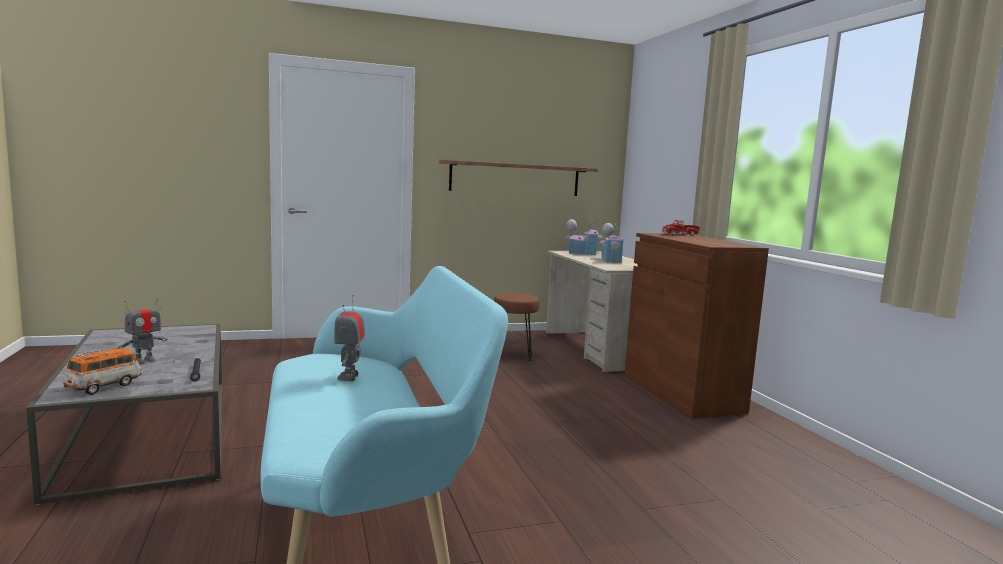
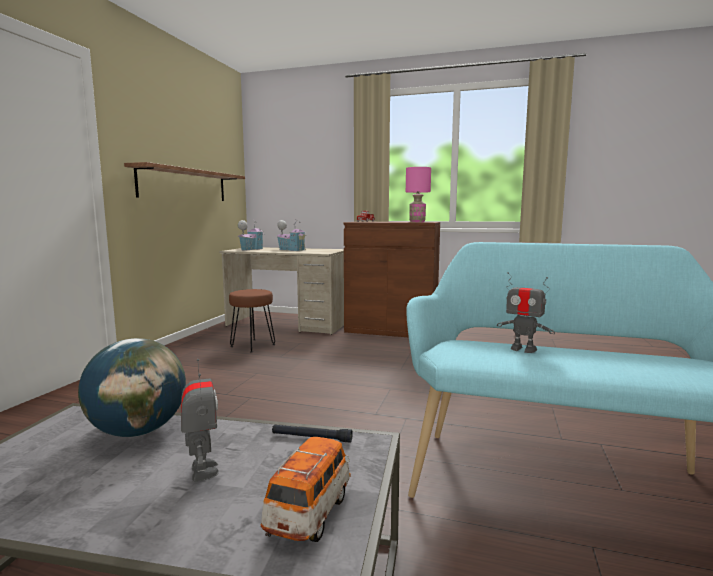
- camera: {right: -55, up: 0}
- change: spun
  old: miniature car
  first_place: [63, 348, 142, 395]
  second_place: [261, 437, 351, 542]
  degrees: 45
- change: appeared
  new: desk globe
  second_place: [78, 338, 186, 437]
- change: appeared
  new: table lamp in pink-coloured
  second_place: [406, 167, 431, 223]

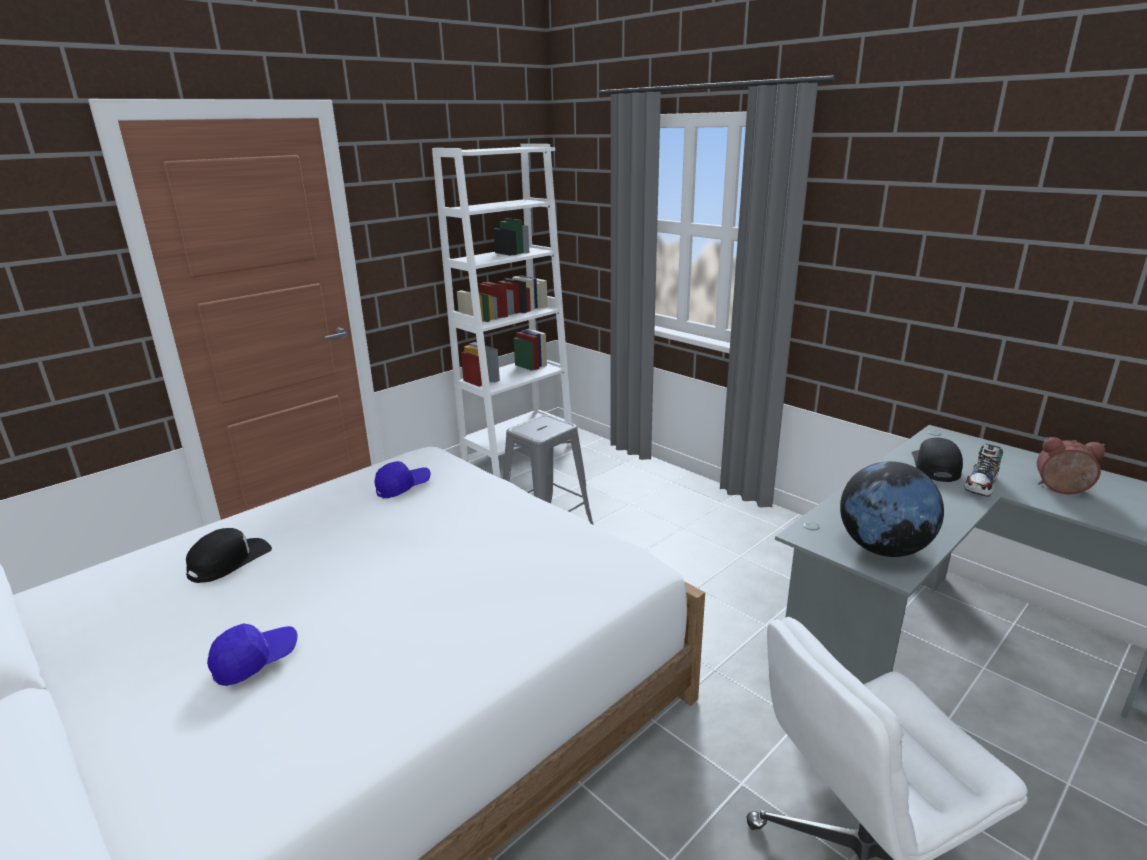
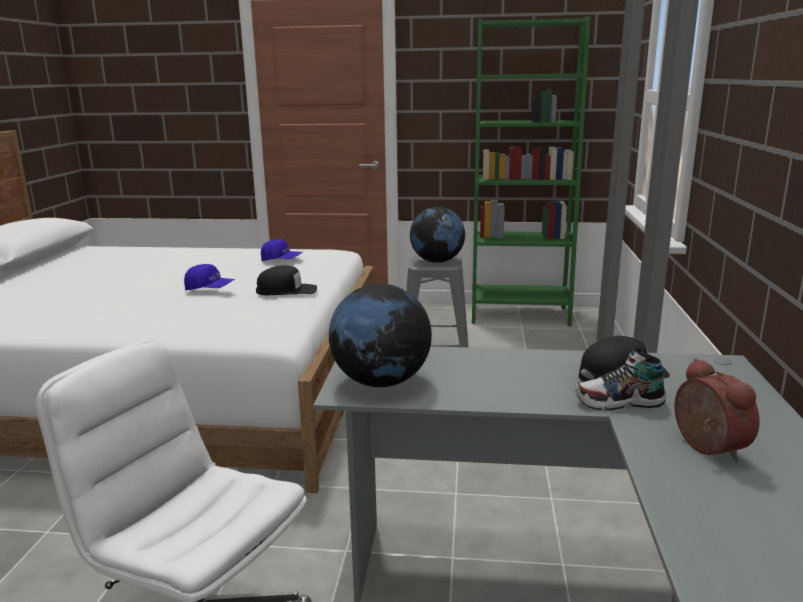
- camera: {right: 50, up: -5}
- change: relocated
  old: baseball cap in black-coloured
  first_place: [186, 528, 272, 583]
  second_place: [256, 265, 317, 295]
- change: relocated
  old: baseball cap in bluish
  first_place: [207, 623, 297, 686]
  second_place: [184, 264, 235, 290]
- change: colour
  old: bookshelf in white
  new: bookshelf in green-coloured
  first_place: [432, 144, 572, 478]
  second_place: [472, 16, 591, 326]
- change: appeared
  new: desk globe
  second_place: [410, 207, 465, 263]

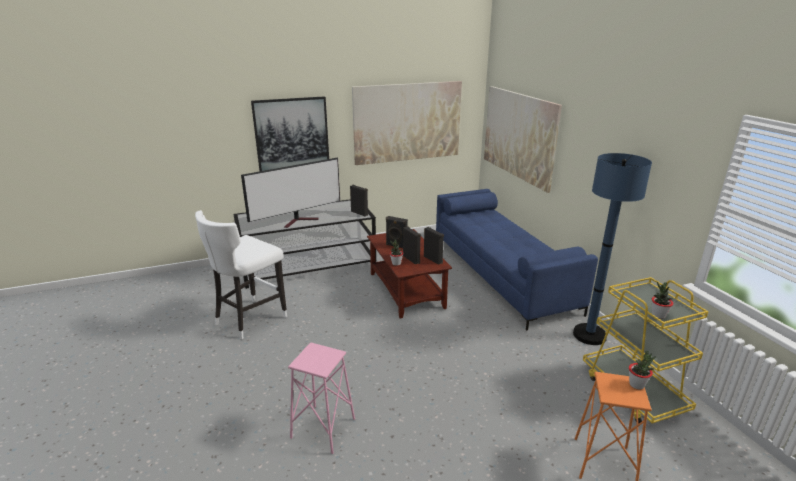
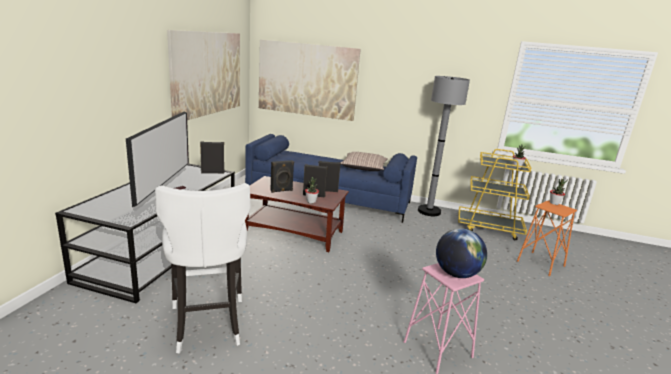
- camera: {right: -55, up: -5}
- change: missing
  old: wall art
  first_place: [251, 96, 329, 171]
- change: colour
  old: standing lamp in bluish
  new: standing lamp in greyish
  first_place: [573, 153, 652, 345]
  second_place: [418, 76, 470, 216]
- change: appeared
  new: throw pillow
  second_place: [341, 152, 388, 171]
- change: appeared
  new: desk globe
  second_place: [436, 228, 487, 278]

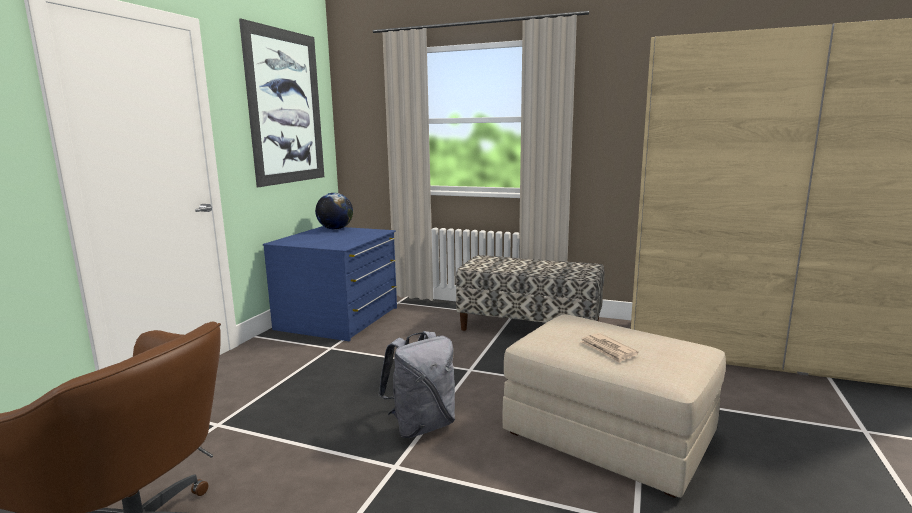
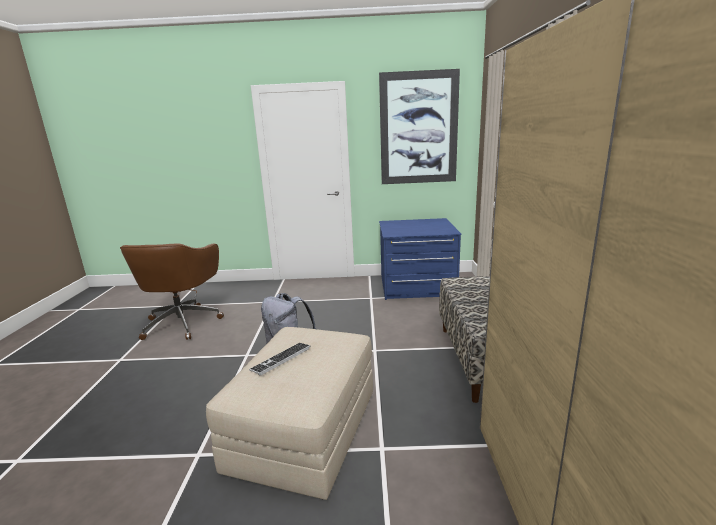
- camera: {right: 70, up: 5}
- change: missing
  old: desk globe
  first_place: [315, 193, 353, 230]
- change: exchanged
  old: printed paper
  new: keyboard
  first_place: [580, 333, 639, 363]
  second_place: [249, 343, 311, 376]

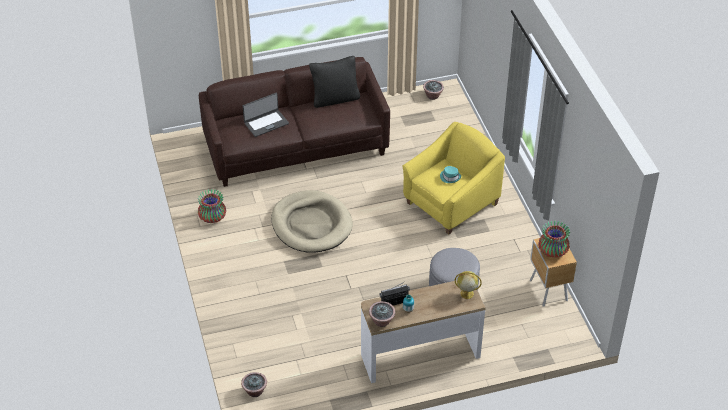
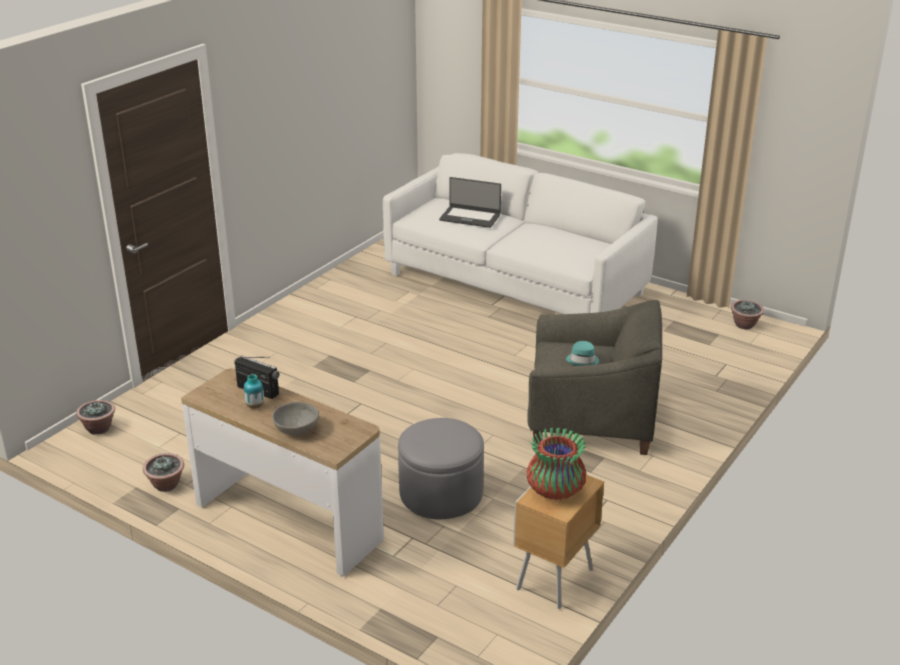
- camera: {right: 50, up: -15}
- change: missing
  old: decorative vase
  first_place: [198, 189, 226, 223]
- change: colour
  old: couch in brown
  new: couch in white
  first_place: [199, 57, 390, 187]
  second_place: [383, 153, 658, 314]
- change: missing
  old: dog cushion in beige
  first_place: [271, 190, 353, 253]
- change: missing
  old: throw pillow in black-coloured
  first_place: [309, 56, 360, 108]
- change: relocated
  old: potted plant
  first_place: [369, 301, 396, 327]
  second_place: [143, 453, 184, 492]
- change: colour
  old: easy chair in yellow
  new: easy chair in greyish
  first_place: [403, 122, 505, 235]
  second_place: [527, 300, 662, 455]
- change: missing
  old: desk globe
  first_place: [455, 271, 482, 299]
- change: appeared
  new: bowl in greyish
  second_place: [272, 402, 319, 435]

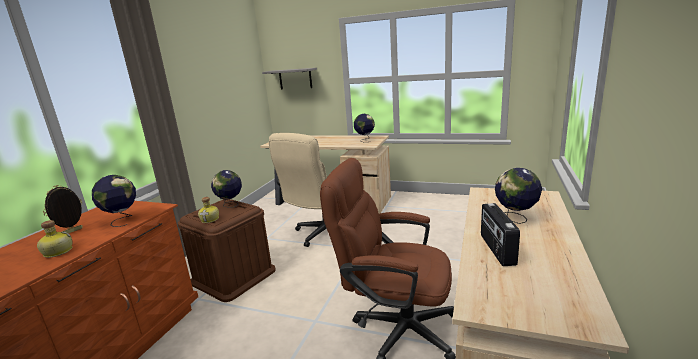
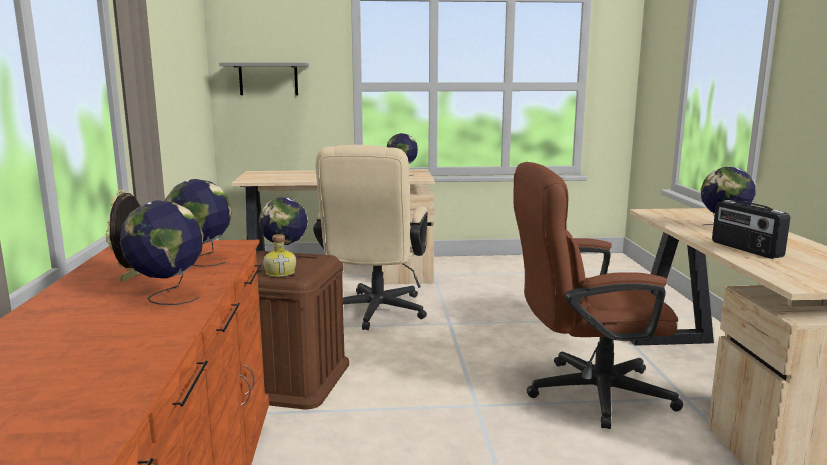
- camera: {right: -25, up: -5}
- change: exchanged
  old: bottle
  new: desk globe
  first_place: [37, 220, 72, 258]
  second_place: [120, 200, 204, 305]

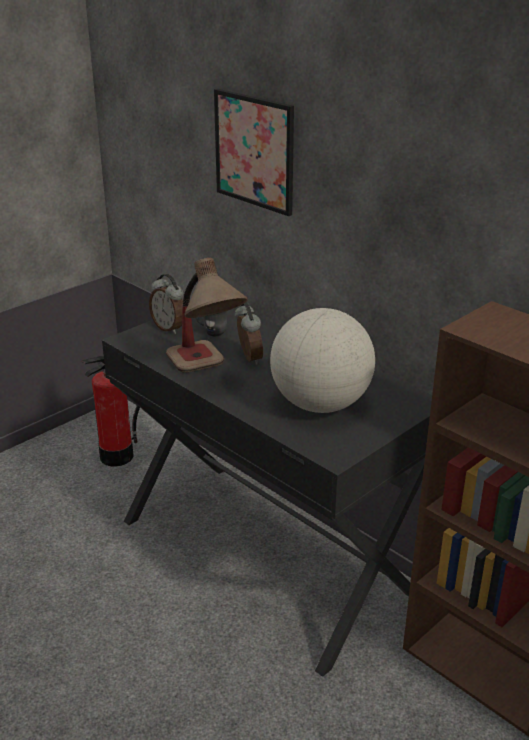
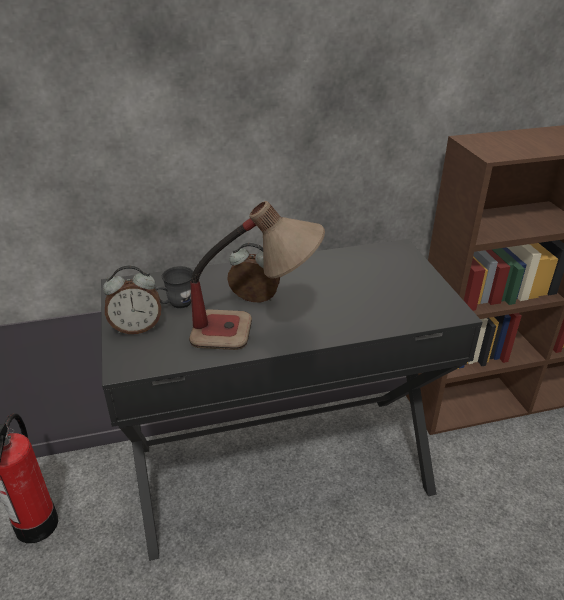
- camera: {right: -60, up: 5}
- change: missing
  old: wall art
  first_place: [214, 89, 294, 216]
- change: missing
  old: desk globe
  first_place: [270, 308, 375, 413]

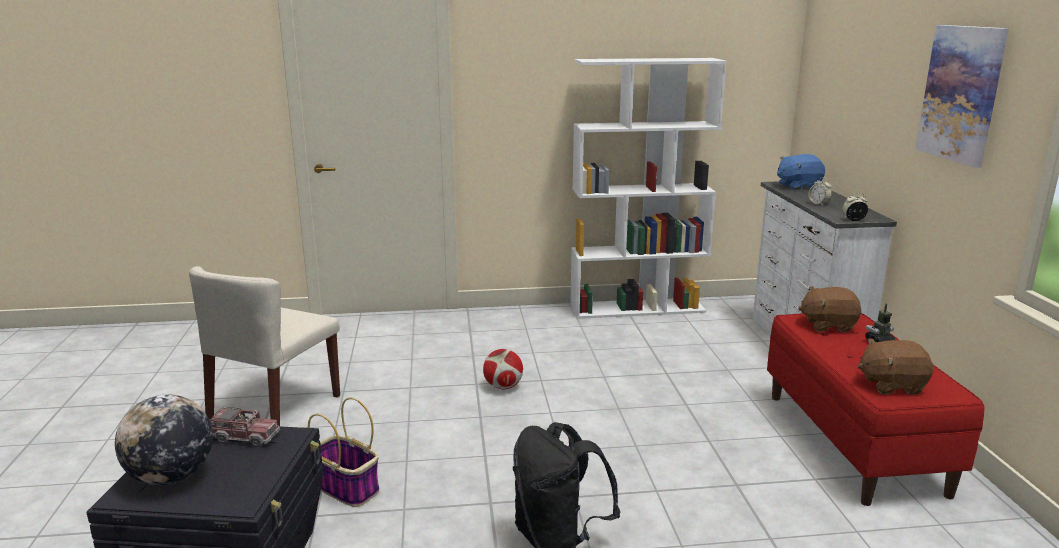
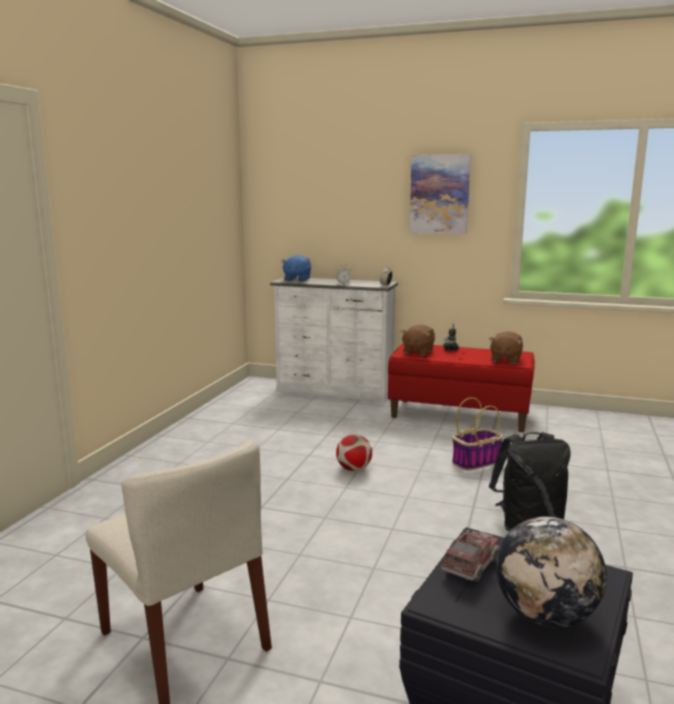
- camera: {right: -65, up: -5}
- change: relocated
  old: household basket
  first_place: [308, 397, 379, 507]
  second_place: [452, 397, 503, 471]
- change: relocated
  old: football ball
  first_place: [483, 349, 523, 390]
  second_place: [336, 435, 372, 471]
- change: missing
  old: bookshelf in white
  first_place: [570, 58, 727, 319]

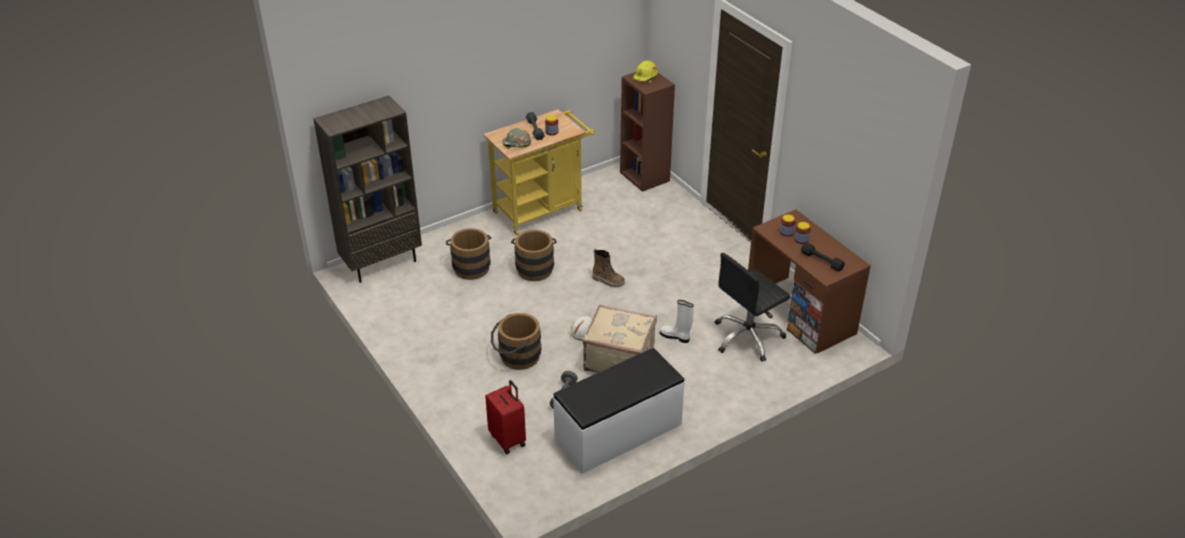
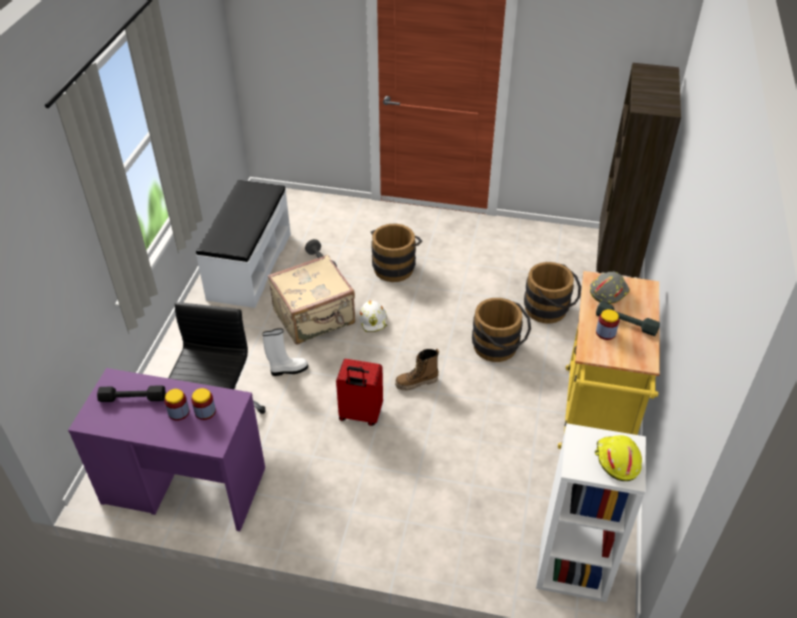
- camera: {right: 135, up: 5}
- change: relocated
  old: piece of luggage in reddish
  first_place: [485, 380, 526, 454]
  second_place: [336, 359, 383, 426]
- change: colour
  old: bookshelf in brown
  new: bookshelf in white
  first_place: [620, 72, 675, 192]
  second_place: [536, 423, 646, 602]
- change: colour
  old: desk in brown
  new: desk in purplish
  first_place: [748, 210, 871, 354]
  second_place: [68, 368, 265, 531]

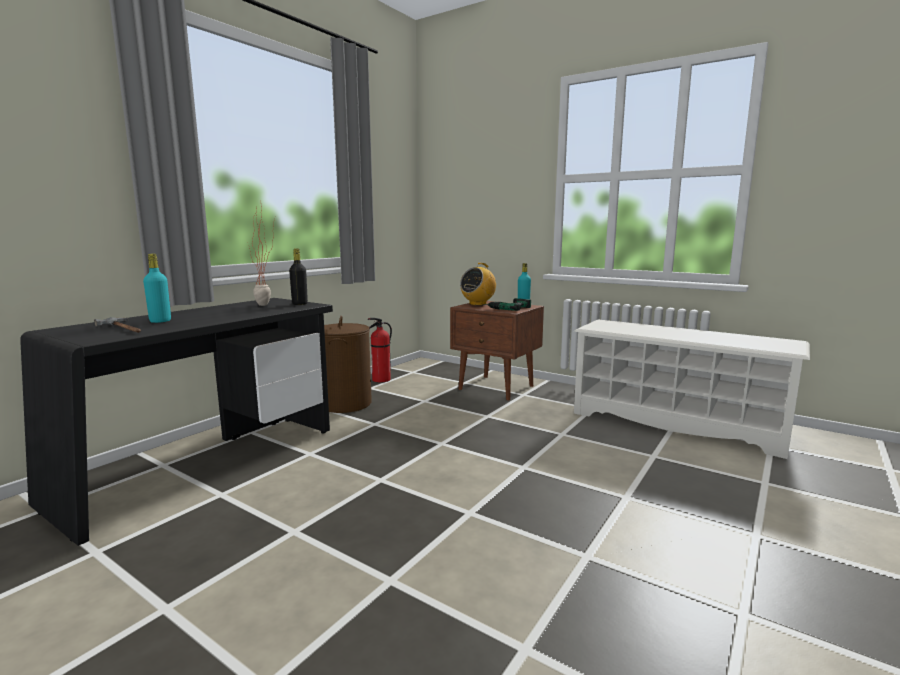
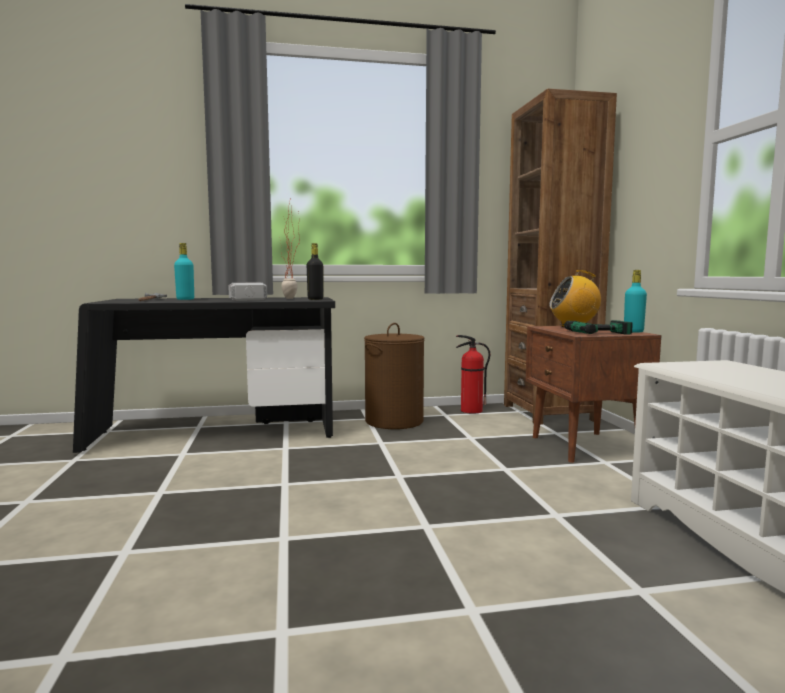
- camera: {right: 45, up: -5}
- change: appeared
  new: hand hammer
  second_place: [229, 283, 267, 301]
- change: appeared
  new: bookshelf in brown
  second_place: [504, 89, 617, 425]

